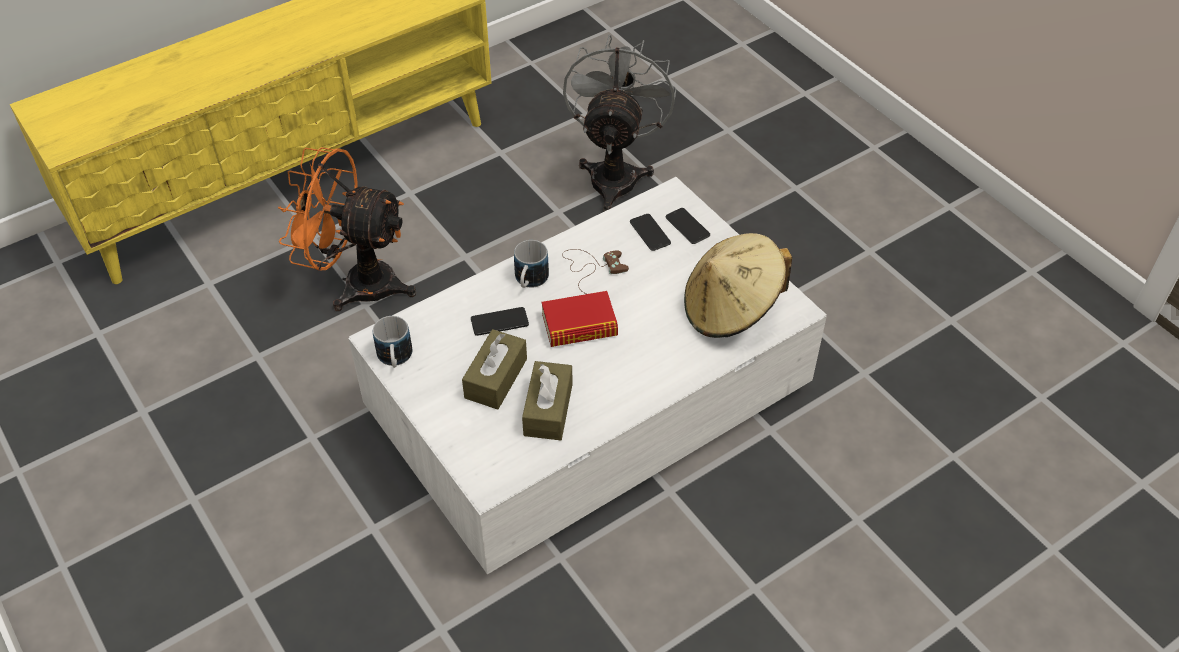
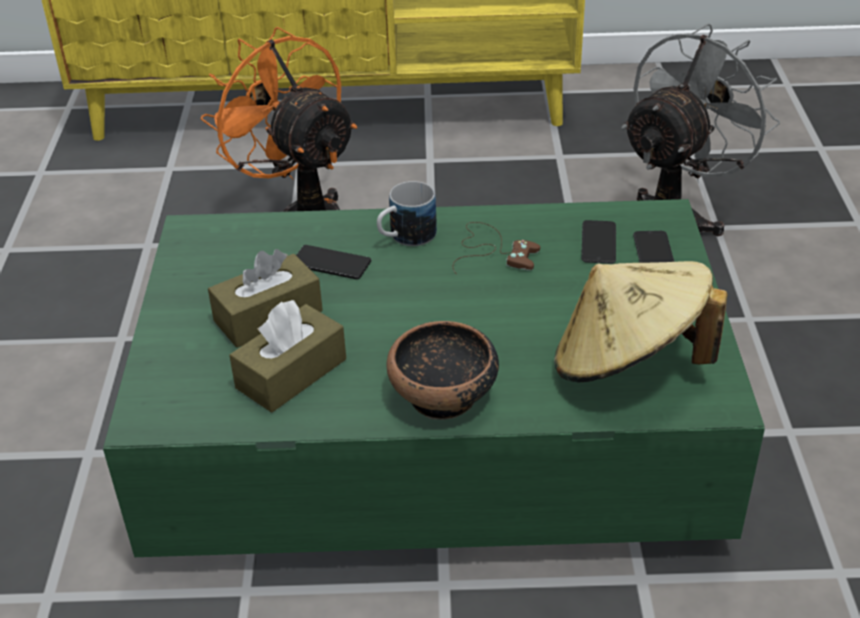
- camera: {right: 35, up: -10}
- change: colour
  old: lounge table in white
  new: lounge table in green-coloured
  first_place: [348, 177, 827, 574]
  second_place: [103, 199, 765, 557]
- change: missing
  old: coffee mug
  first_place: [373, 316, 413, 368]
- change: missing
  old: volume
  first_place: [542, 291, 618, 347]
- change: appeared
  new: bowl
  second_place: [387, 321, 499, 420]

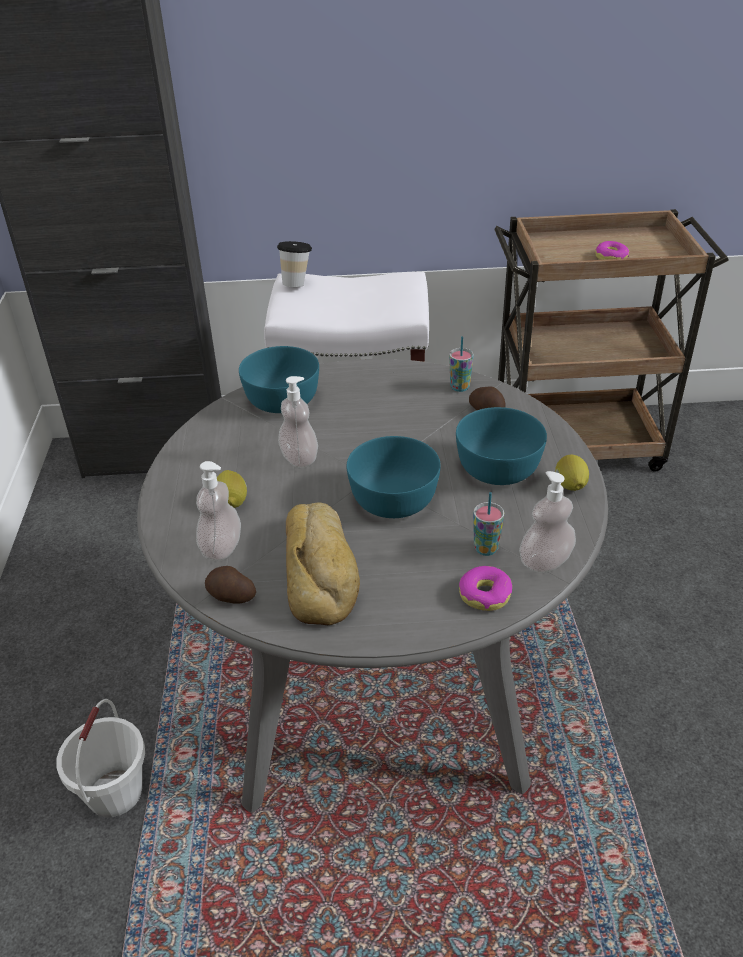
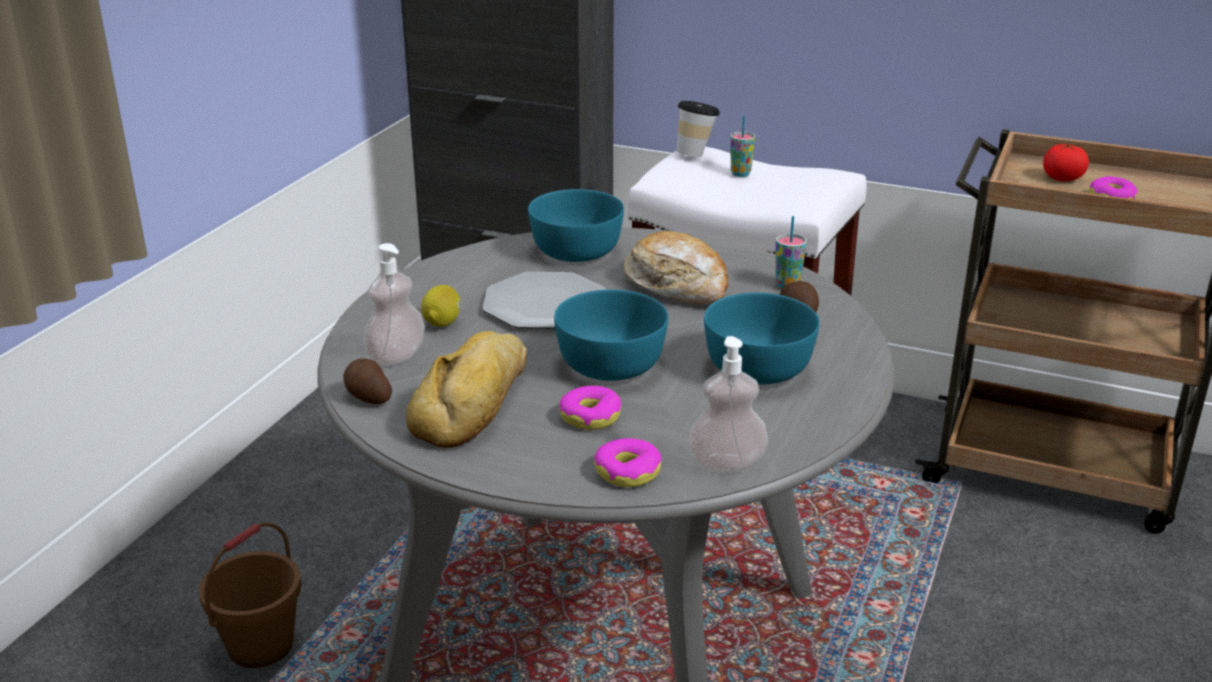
- camera: {right: 25, up: -10}
- change: colour
  old: water bucket in white
  new: water bucket in brown
  first_place: [56, 699, 145, 817]
  second_place: [199, 522, 302, 668]
- change: exchanged
  old: liquid soap bottle
  new: dinner plate
  first_place: [278, 376, 318, 468]
  second_place: [482, 272, 606, 329]
- change: relocated
  old: drinking cup
  first_place: [473, 492, 504, 556]
  second_place: [730, 116, 755, 177]
- change: missing
  old: whole lemon
  first_place: [555, 455, 589, 491]
- change: appeared
  new: ring doughnut
  second_place: [560, 386, 621, 430]
- change: appeared
  new: baked bread
  second_place: [624, 231, 729, 304]
- change: appeared
  new: whole tomato
  second_place: [1043, 143, 1089, 181]

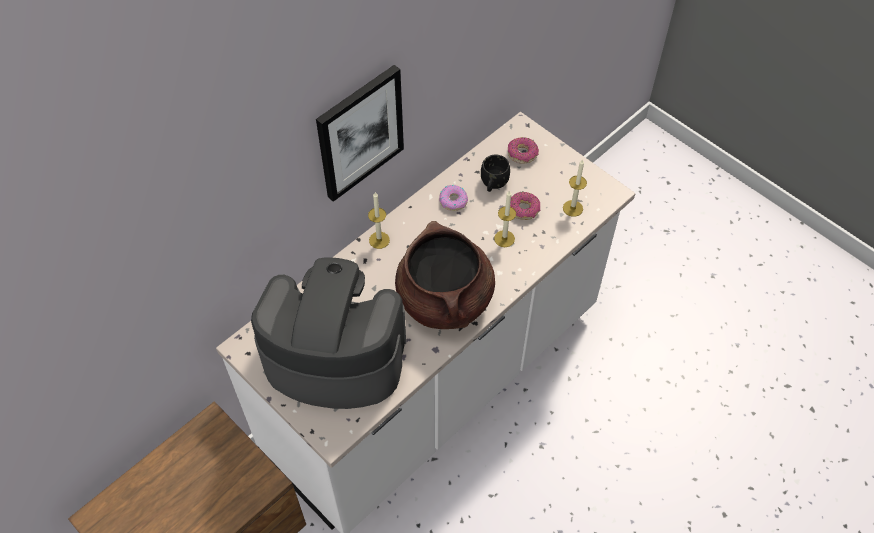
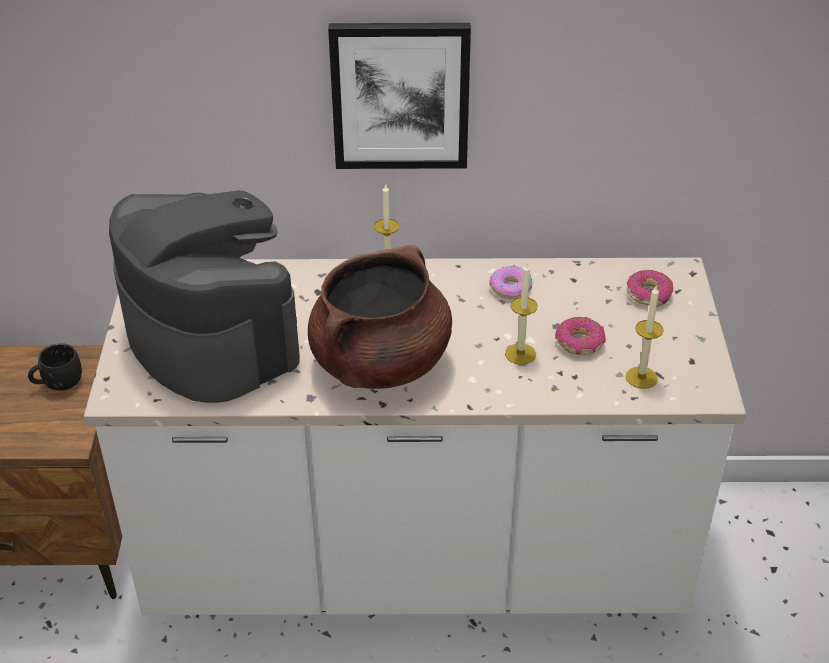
- camera: {right: 45, up: -15}
- change: relocated
  old: coffee mug in black-coloured
  first_place: [481, 155, 510, 192]
  second_place: [28, 343, 82, 391]

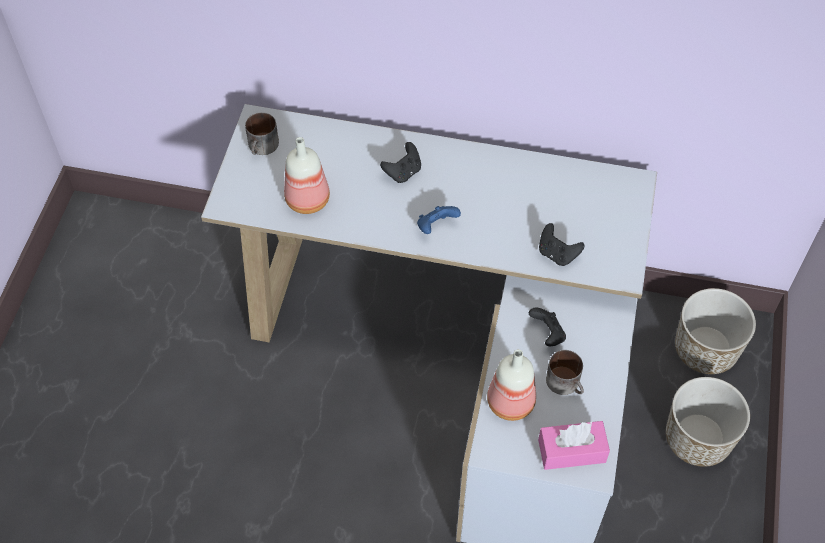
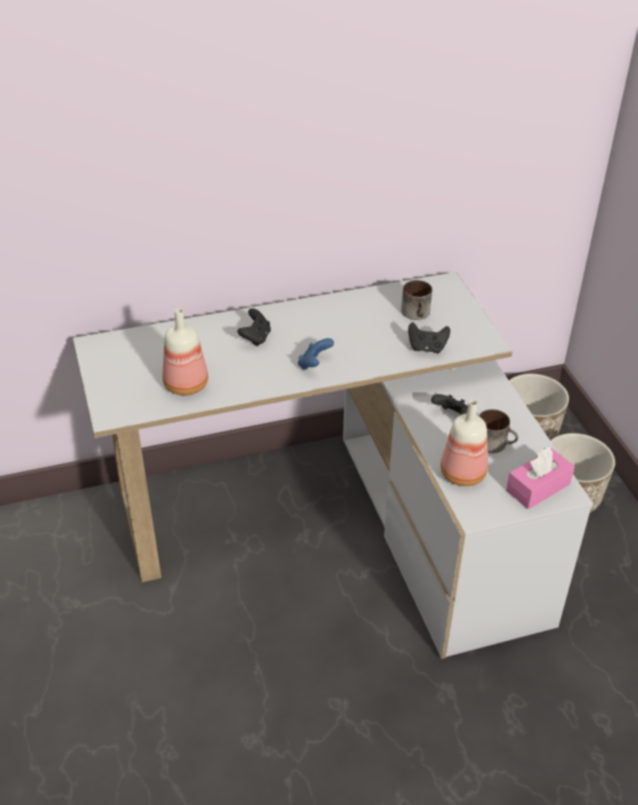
- camera: {right: -30, up: -15}
- change: relocated
  old: coffee mug
  first_place: [245, 112, 279, 155]
  second_place: [401, 280, 432, 320]

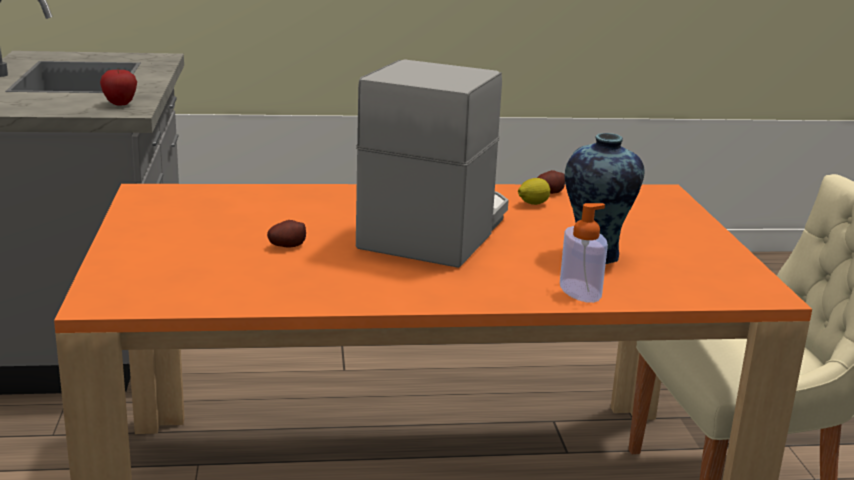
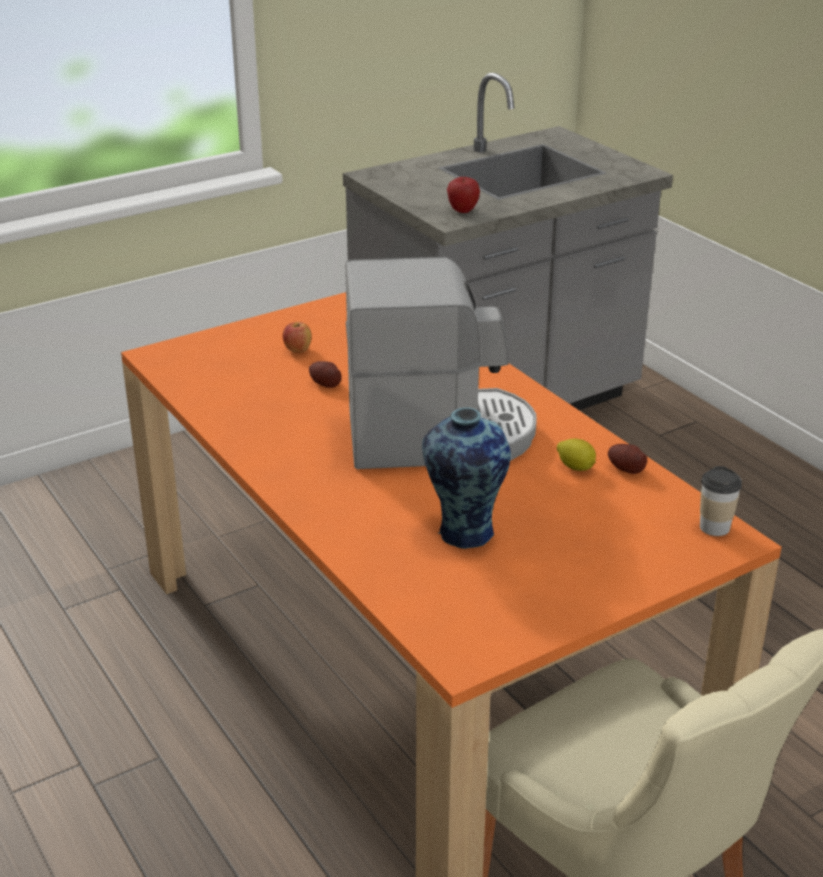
- camera: {right: 65, up: 10}
- change: missing
  old: liquid soap bottle
  first_place: [560, 203, 608, 303]
- change: appeared
  new: whole apple
  second_place: [283, 322, 312, 353]
- change: appeared
  new: drinking cup
  second_place: [700, 466, 742, 536]

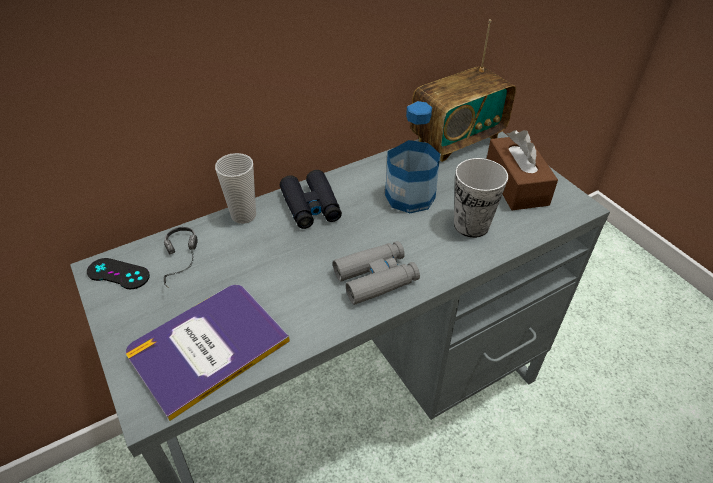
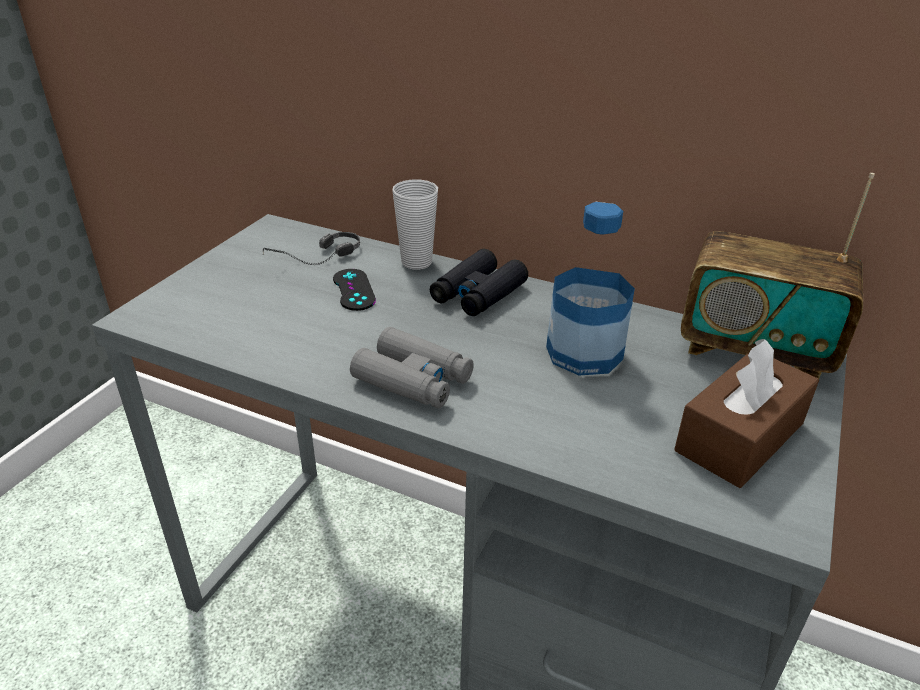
- camera: {right: 55, up: -10}
- change: relocated
  old: joypad in black-coloured
  first_place: [87, 258, 150, 289]
  second_place: [333, 269, 376, 311]
- change: missing
  old: volume
  first_place: [126, 285, 290, 421]
- change: missing
  old: drinking cup
  first_place: [454, 158, 508, 238]

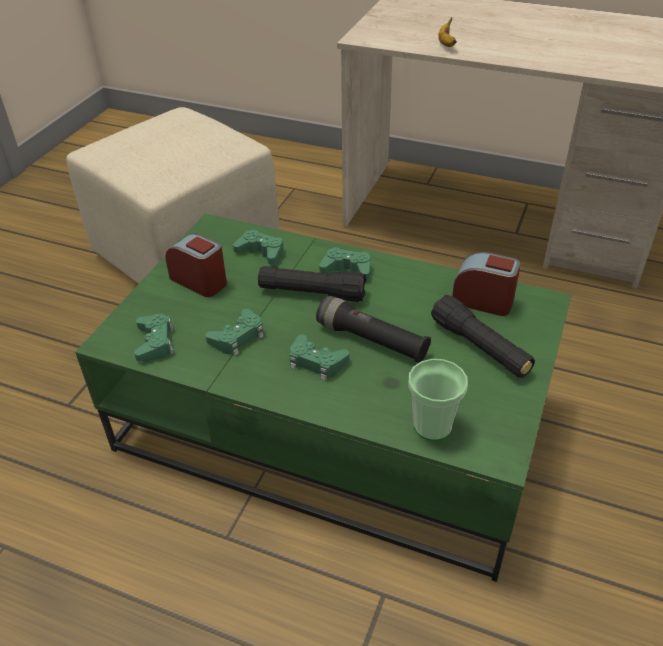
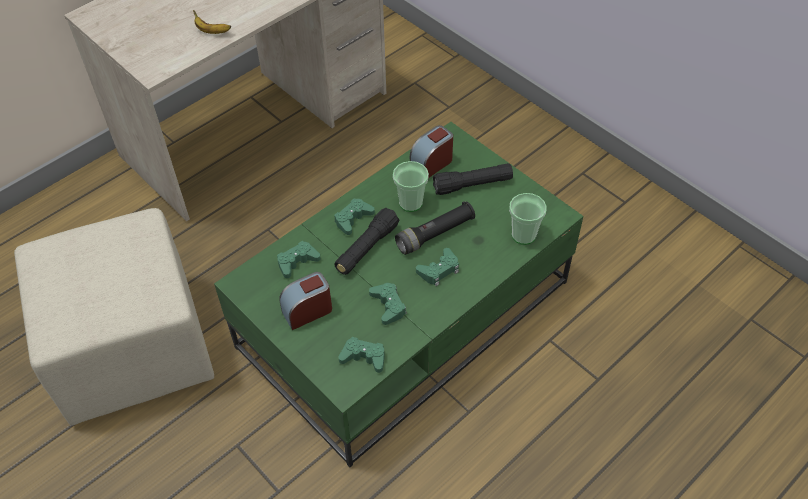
- camera: {right: -65, up: 10}
- change: appeared
  new: drinking cup
  second_place: [393, 161, 429, 212]

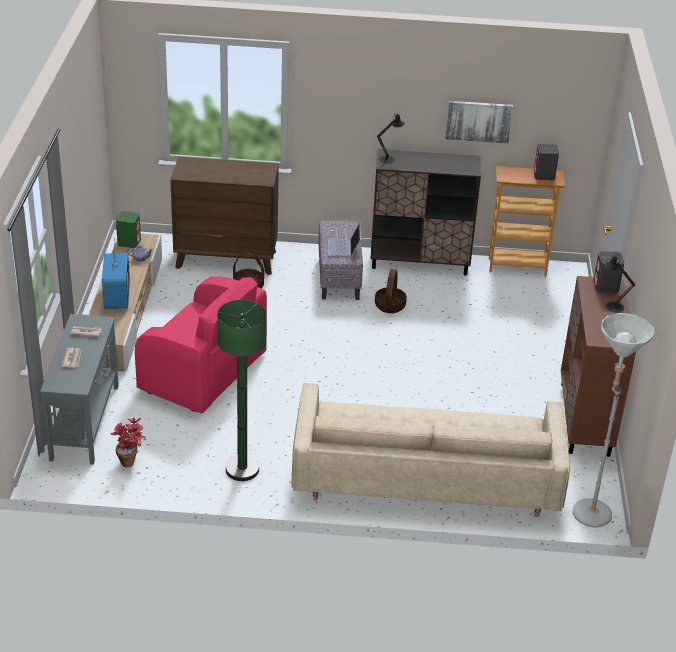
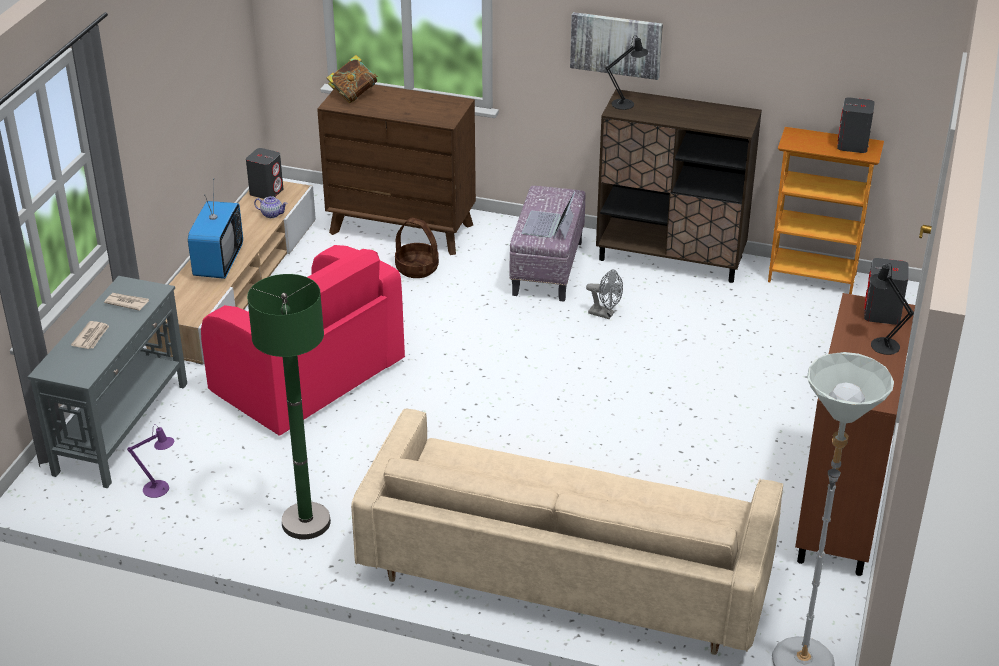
- camera: {right: 15, up: 0}
- change: exchanged
  old: potted plant
  new: table lamp in purplish
  first_place: [110, 418, 146, 467]
  second_place: [127, 425, 174, 498]
- change: colour
  old: speaker in green-coloured
  new: speaker in greyish
  first_place: [116, 211, 141, 248]
  second_place: [246, 148, 283, 199]
- change: exchanged
  old: household basket
  new: electric fan in greyish
  first_place: [375, 269, 407, 313]
  second_place: [586, 269, 623, 319]
- change: relocated
  old: wall art
  first_place: [446, 101, 513, 143]
  second_place: [570, 12, 663, 80]
- change: appeared
  new: volume
  second_place: [327, 55, 378, 103]

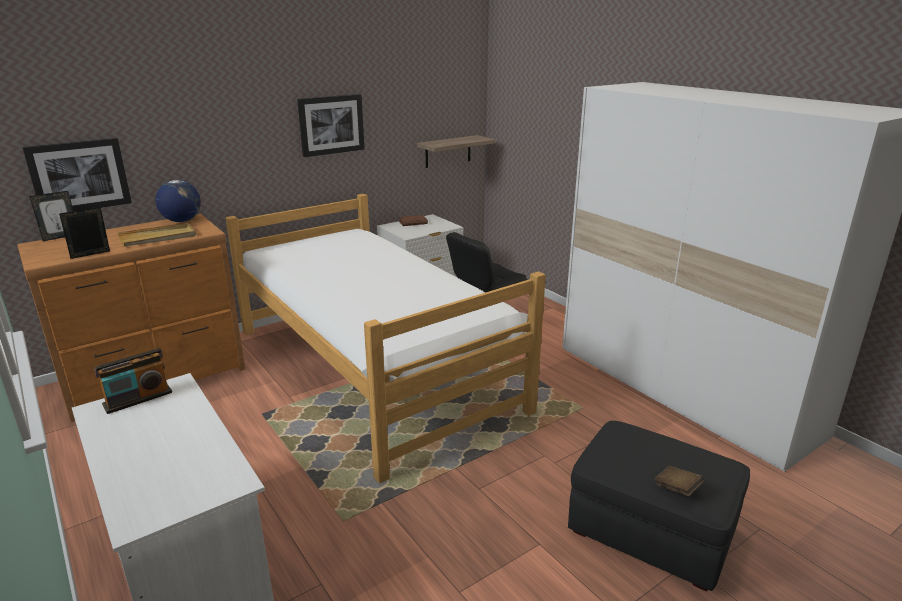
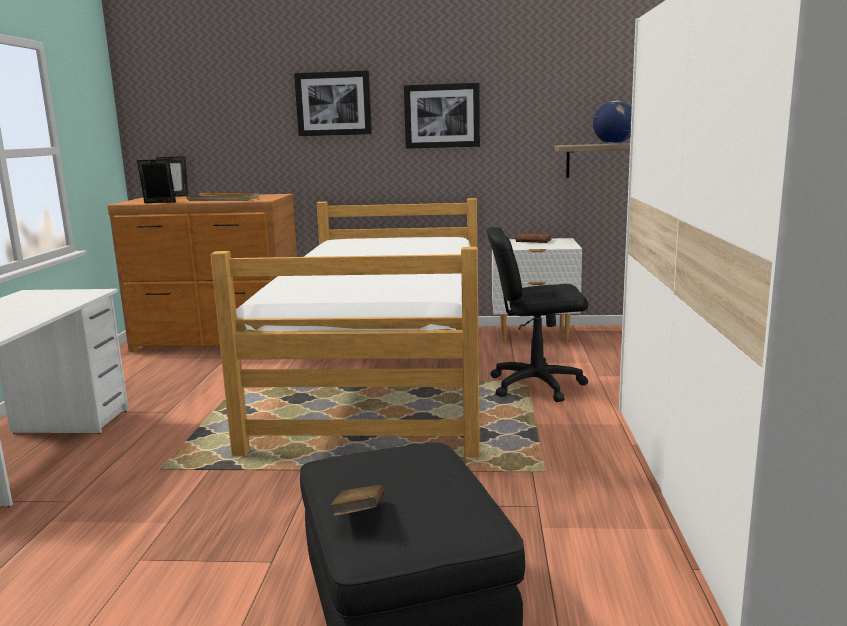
- camera: {right: 40, up: -10}
- change: relocated
  old: wall art
  first_place: [22, 138, 132, 211]
  second_place: [294, 70, 372, 136]
- change: missing
  old: radio receiver
  first_place: [94, 348, 172, 414]
- change: relocated
  old: desk globe
  first_place: [156, 180, 201, 222]
  second_place: [593, 101, 632, 144]

